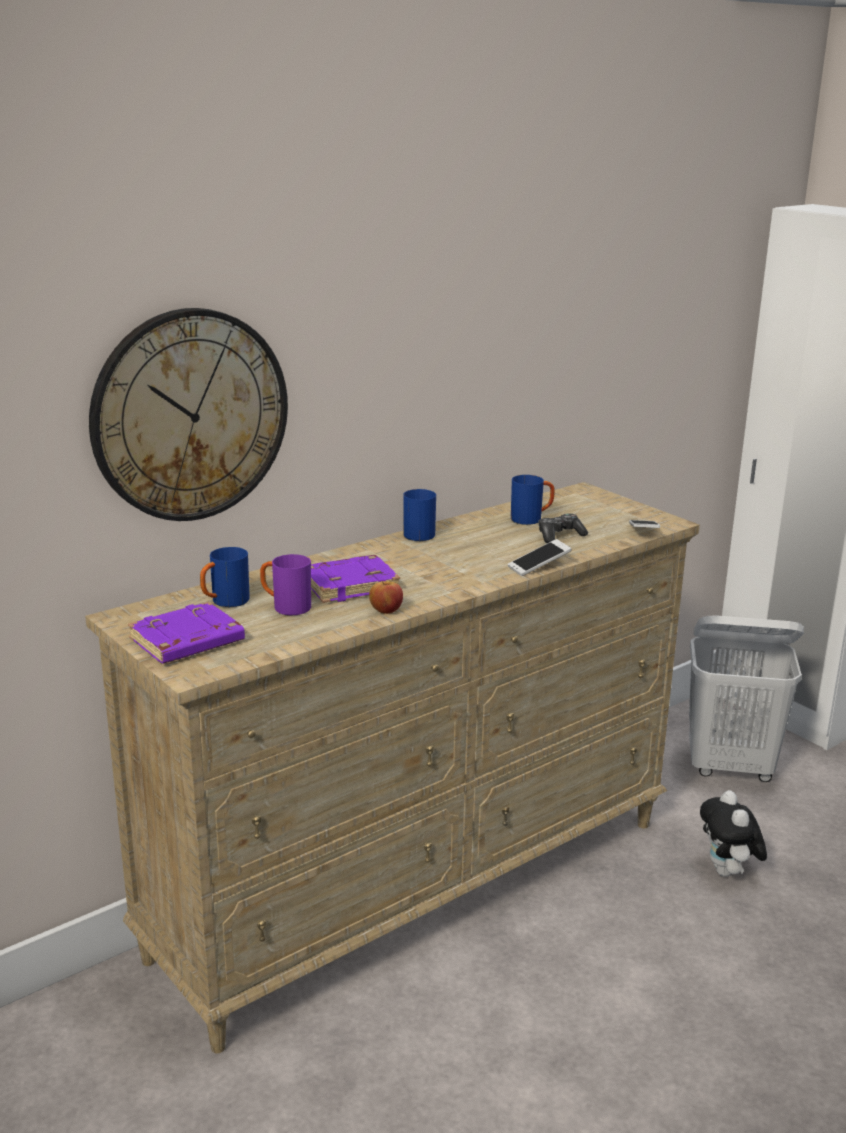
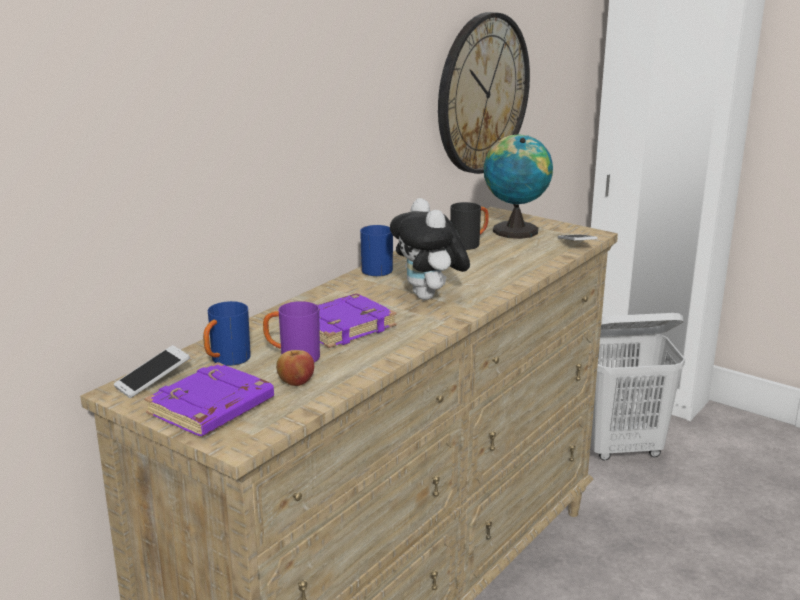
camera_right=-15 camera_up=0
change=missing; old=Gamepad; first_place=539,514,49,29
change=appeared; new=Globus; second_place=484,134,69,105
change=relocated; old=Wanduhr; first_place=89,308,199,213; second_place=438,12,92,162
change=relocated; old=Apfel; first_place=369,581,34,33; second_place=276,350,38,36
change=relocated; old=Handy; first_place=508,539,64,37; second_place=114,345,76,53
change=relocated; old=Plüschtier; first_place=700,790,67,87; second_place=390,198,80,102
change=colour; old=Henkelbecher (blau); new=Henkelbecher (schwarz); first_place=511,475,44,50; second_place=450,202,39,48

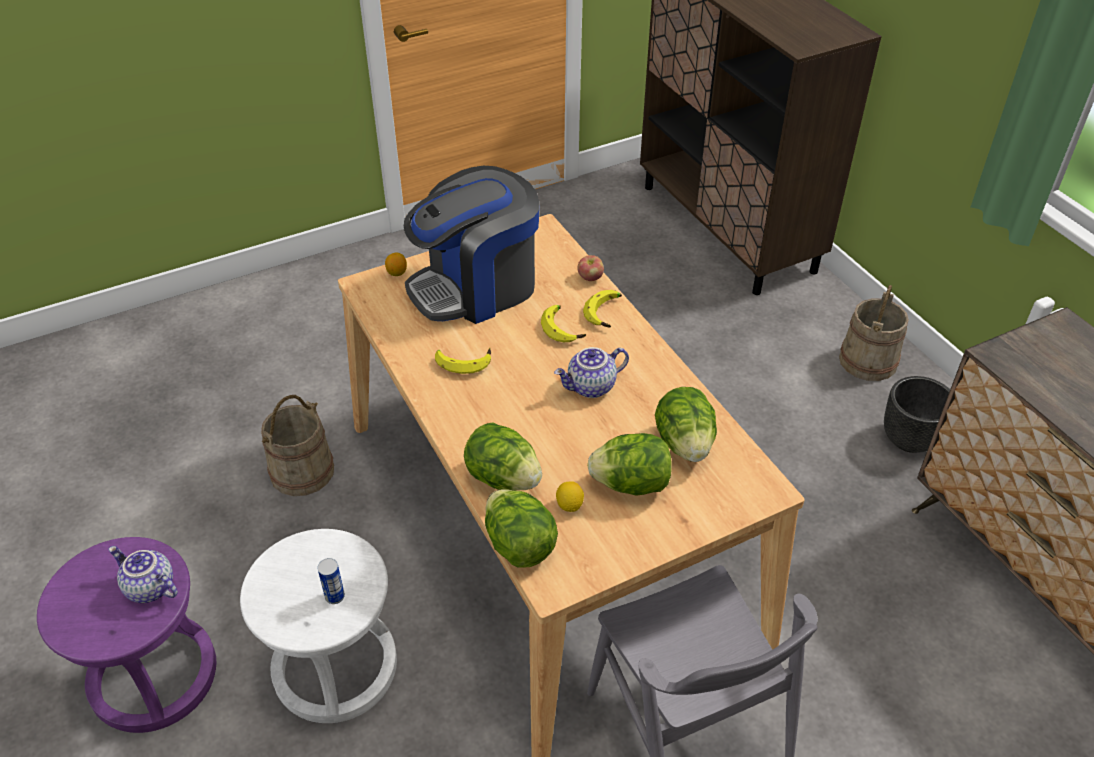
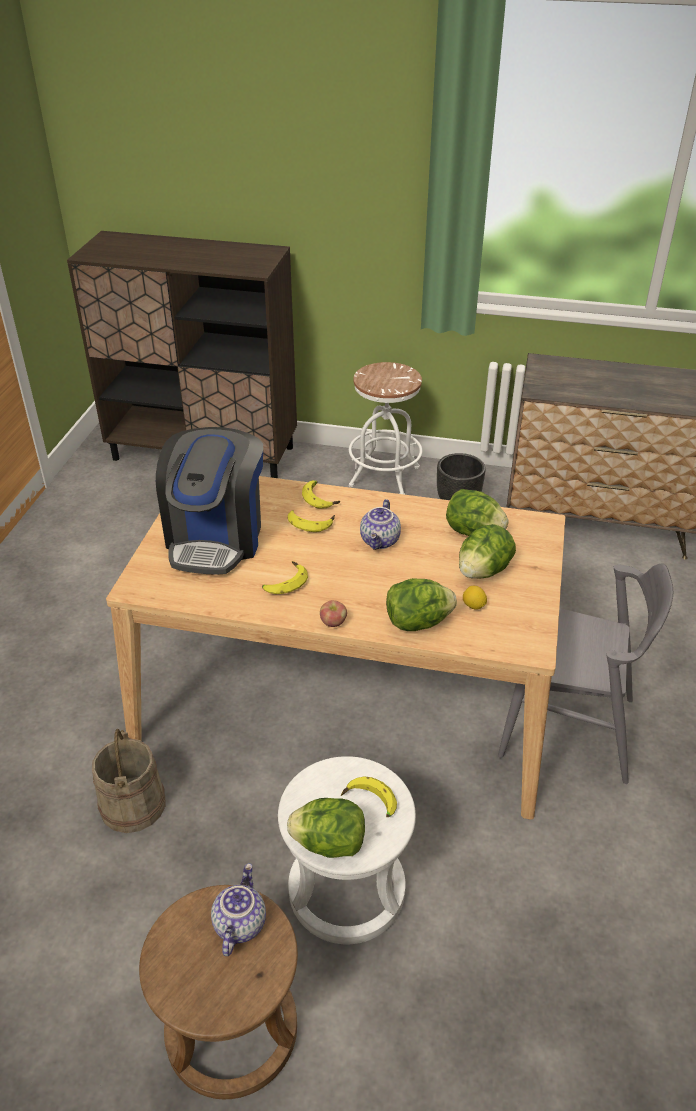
camera_right=-50 camera_up=-5
change=missing; old=Zitrone; first_place=385,253,22,23
change=relocated; old=Salatkopf; first_place=485,489,73,78; second_place=287,798,78,60
change=relocated; old=Apfel; first_place=577,255,27,26; second_place=320,600,27,27
change=exchanged; old=Dose; new=Banane; first_place=317,558,28,46; second_place=341,776,56,41
change=exchanged; old=Eimer (beige); new=Hocker (weiß); first_place=839,285,70,96; second_place=349,362,73,133
change=colour; old=Hocker (lila); new=Hocker (braun); first_place=37,537,179,196; second_place=139,885,159,214
change=spun; old=Teekanne; first_place=108,546,70,57; second_place=211,863,55,93; degrees=120

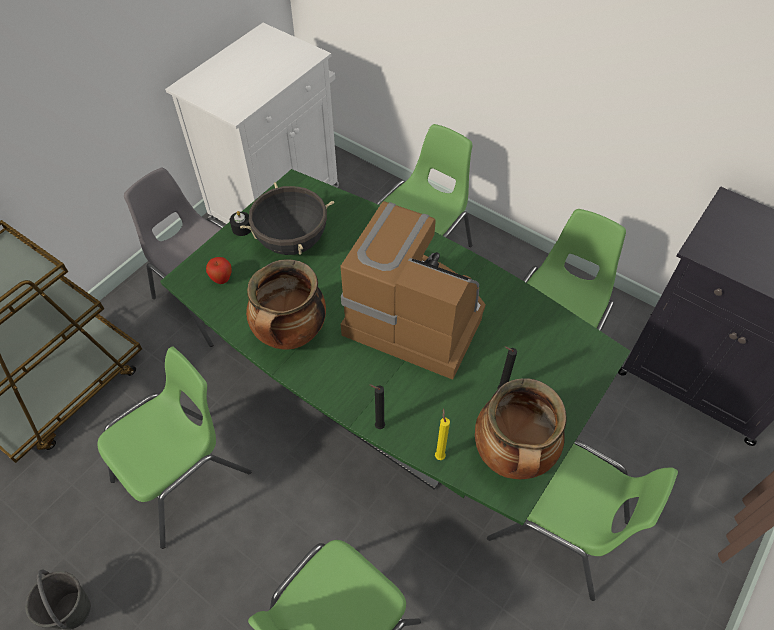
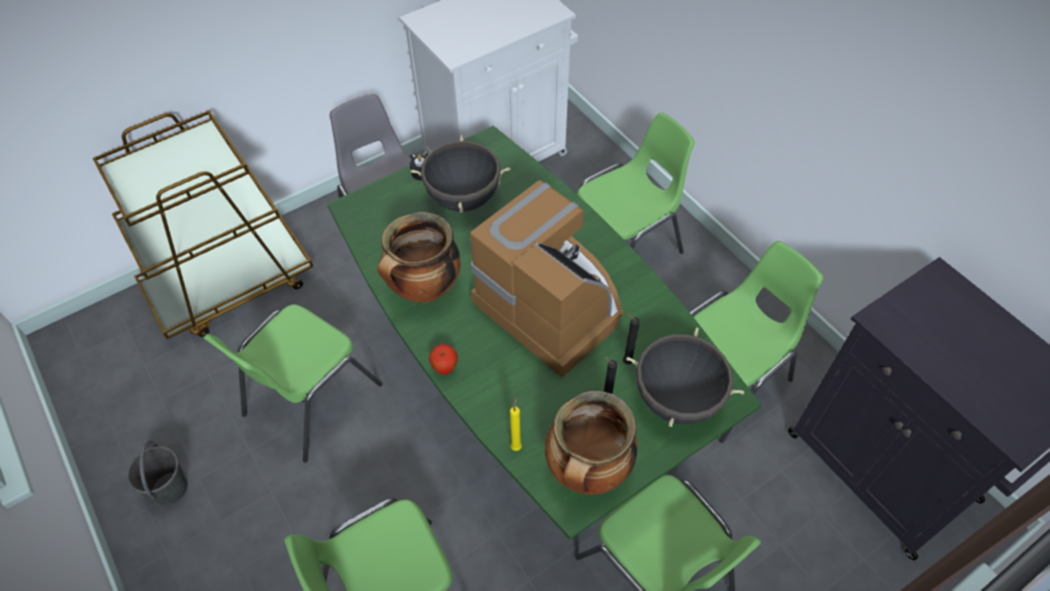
camera_right=20 camera_up=0
change=appeared; new=Kochtopf (schwarz); second_place=627,327,117,100
change=relocated; old=Apfel; first_place=206,257,25,27; second_place=429,344,29,31
change=relocated; old=Kerze (schwarz); first_place=370,384,15,45; second_place=623,313,17,52
change=spun; old=Stuhl (grün); first_place=97,347,154,202; second_place=203,304,180,159; degrees=150

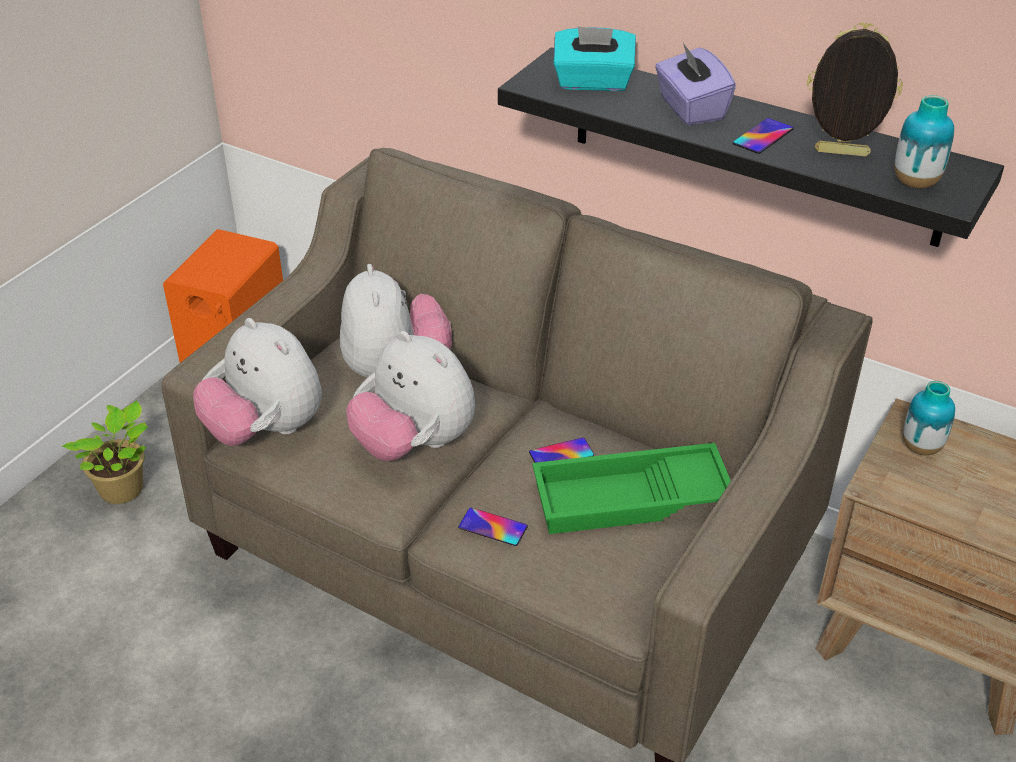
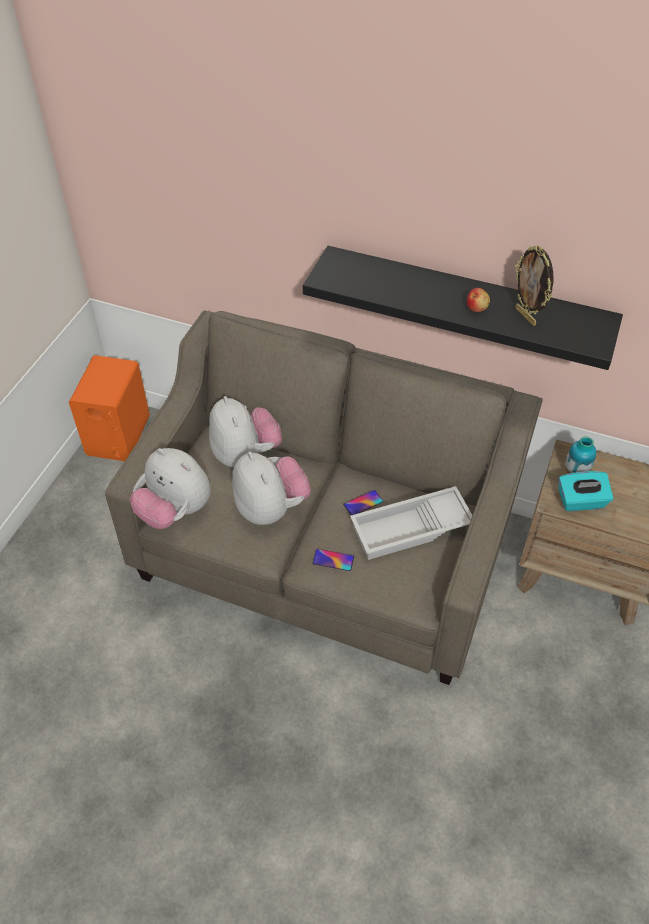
camera_right=-10 camera_up=10
change=missing; old=Topfpflanze; first_place=62,400,86,104
change=missing; old=Taschentuchbox (lila); first_place=655,43,81,82
change=missing; old=Vase; first_place=894,95,60,94
change=relocated; old=Taschentuchbox (türkis); first_place=554,26,82,65; second_place=559,471,54,40
change=exchanged; old=Handy; new=Apfel; first_place=733,118,61,36; second_place=467,288,23,24
change=colour; old=Tablett (grün); new=Tablett (weiß); first_place=532,443,199,91; second_place=350,486,122,74
change=spun; old=Plüschtier; first_place=346,331,129,130; second_place=232,451,79,74; degrees=-150
change=spun; old=Bilderrahmen; first_place=807,22,96,135; second_place=515,245,38,81; degrees=-120

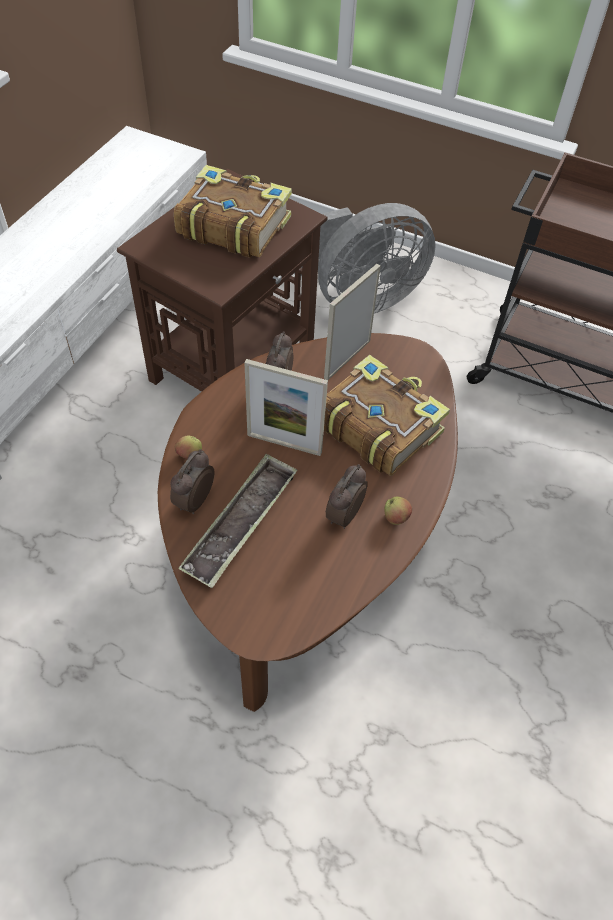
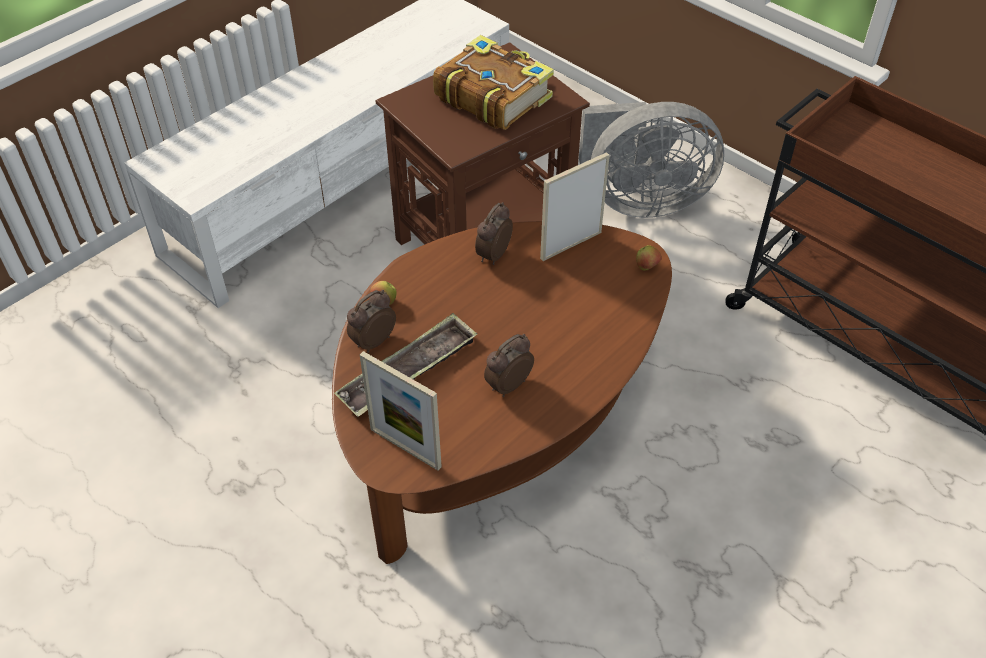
camera_right=20 camera_up=-5
change=missing; old=Buch; first_place=324,355,126,121
change=relocated; old=Bilderrahmen; first_place=244,359,84,97; second_place=360,351,82,119
change=relocated; old=Apfel; first_place=384,497,28,28; second_place=636,245,26,25

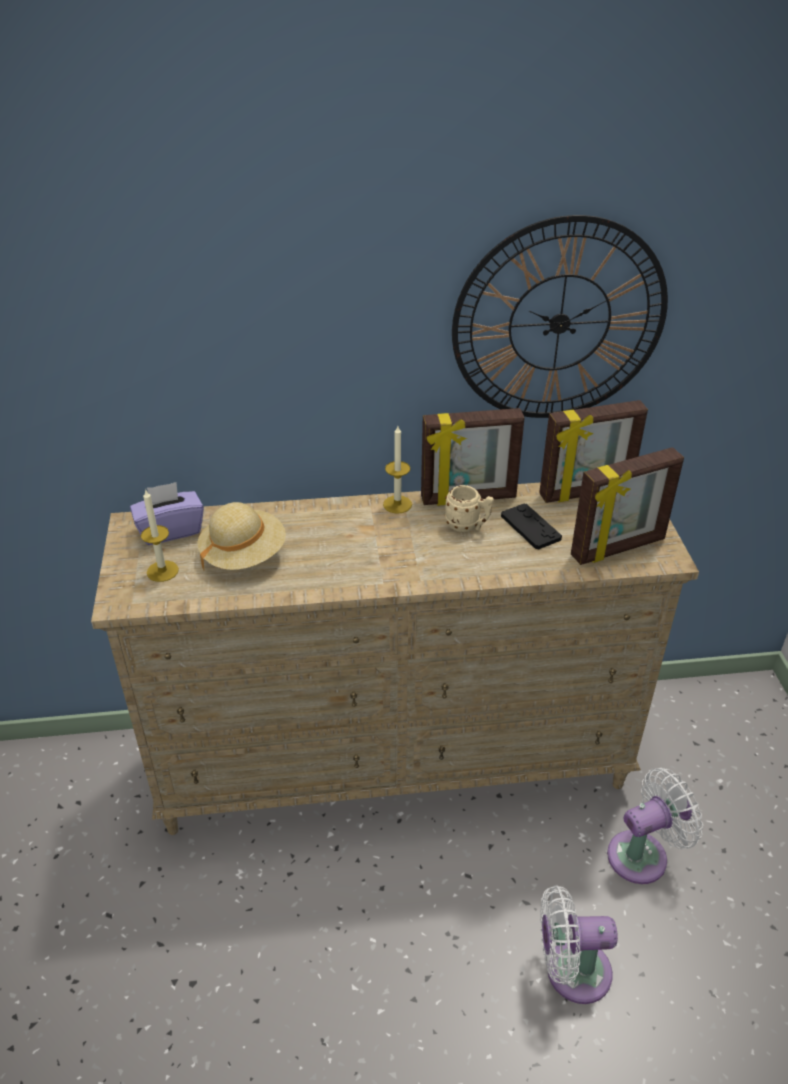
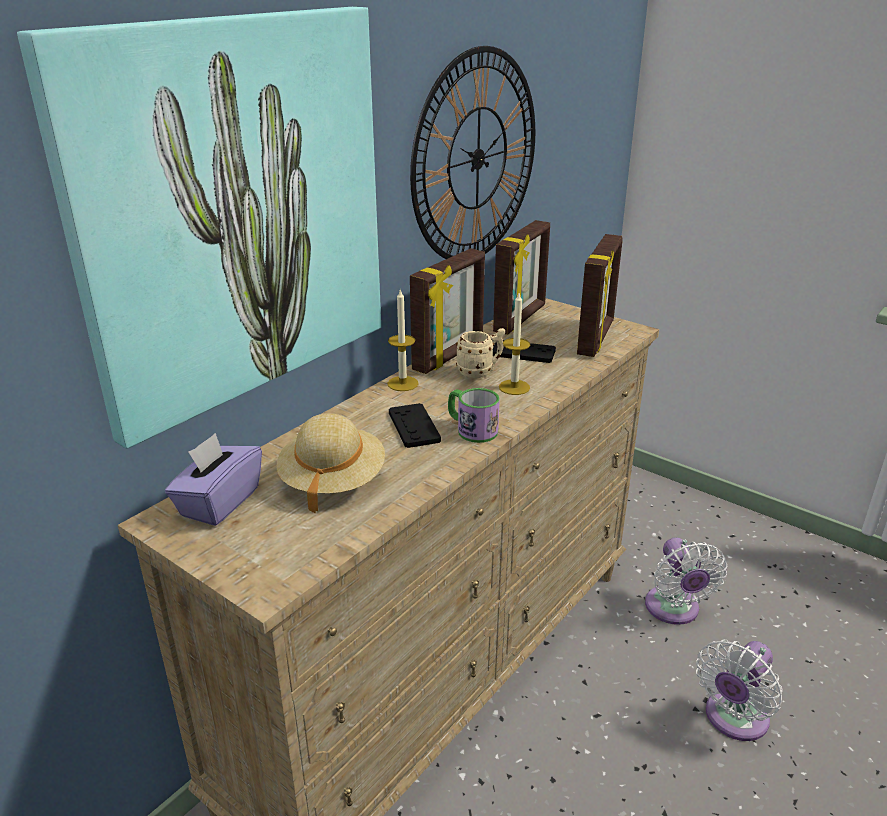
camera_right=-45 camera_up=-10
change=appeared; new=Bild; second_place=17,7,364,442
change=appeared; new=Gamepad (schwarz); second_place=389,403,52,45
change=appeared; new=Henkelbecher; second_place=448,388,52,55
change=relocated; old=Kerze; first_place=141,489,38,93; second_place=499,293,31,102
change=spun; old=Ventilator (weiß); first_place=607,768,96,116; second_place=645,538,82,87; degrees=150

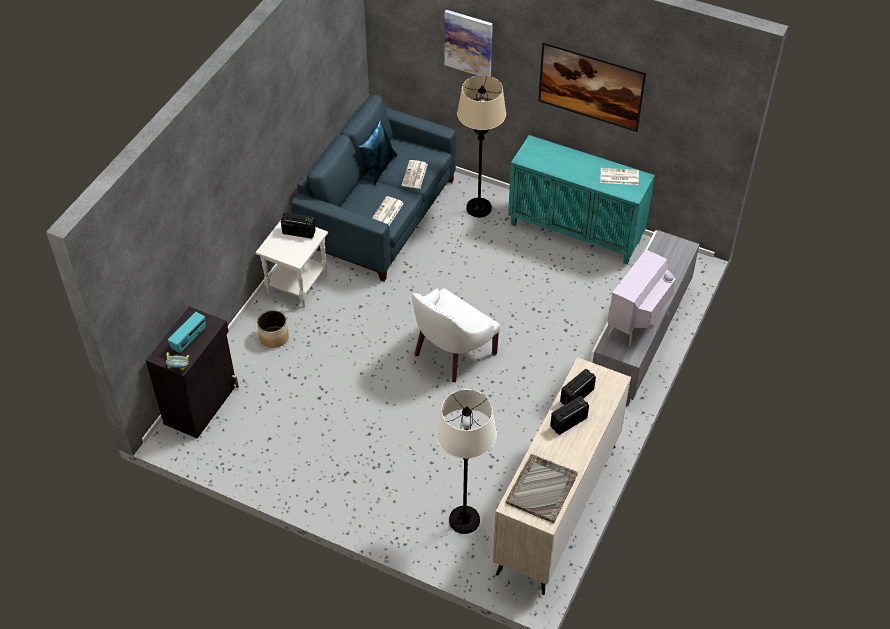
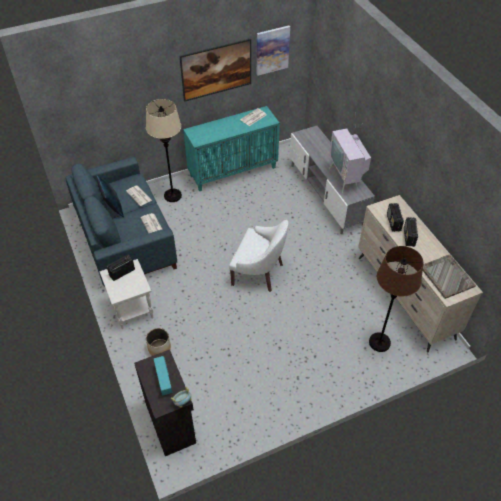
camera_right=-50 camera_up=0
change=relocated; old=Bild; first_place=445,10,48,66; second_place=257,26,33,50
change=colour; old=Stehlampe (weiß); new=Stehlampe (braun); first_place=436,389,61,145; second_place=369,246,54,106
change=spun; old=Sessel (weiß); first_place=412,288,88,94; second_place=229,220,60,72; degrees=-60

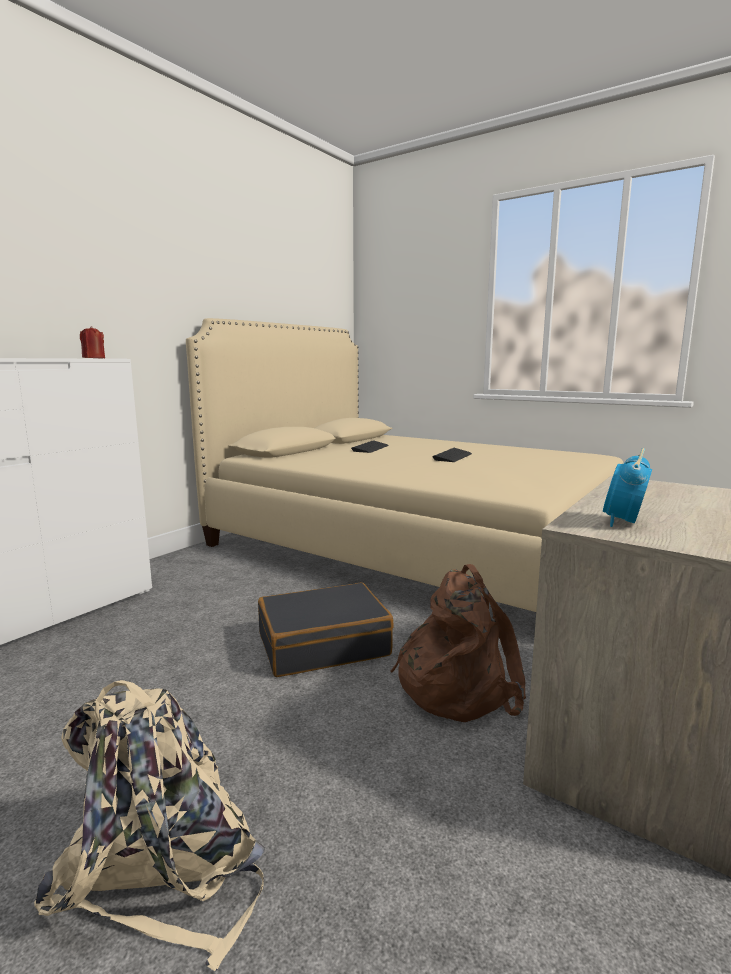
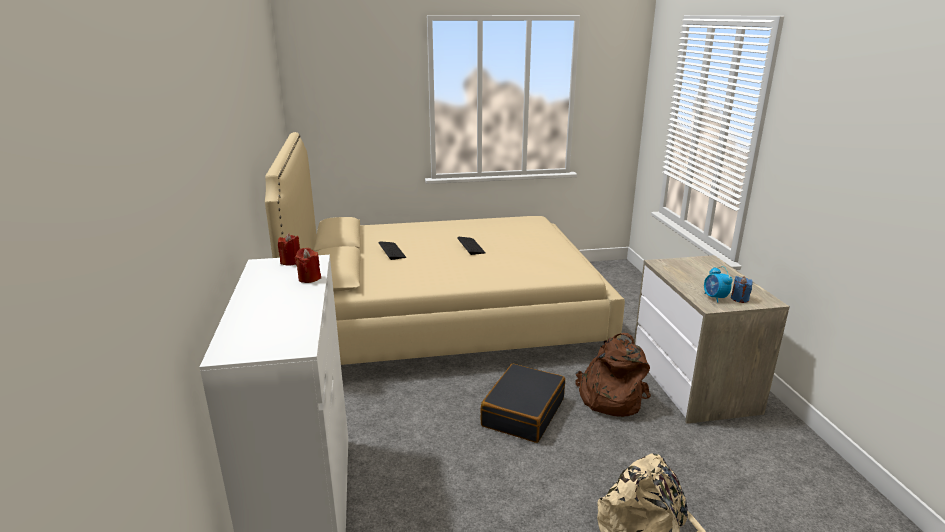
camera_right=-45 camera_up=10
change=appeared; new=Kerze (rot); second_place=294,248,27,35
change=appeared; new=Kerze (blau); second_place=731,276,22,27

